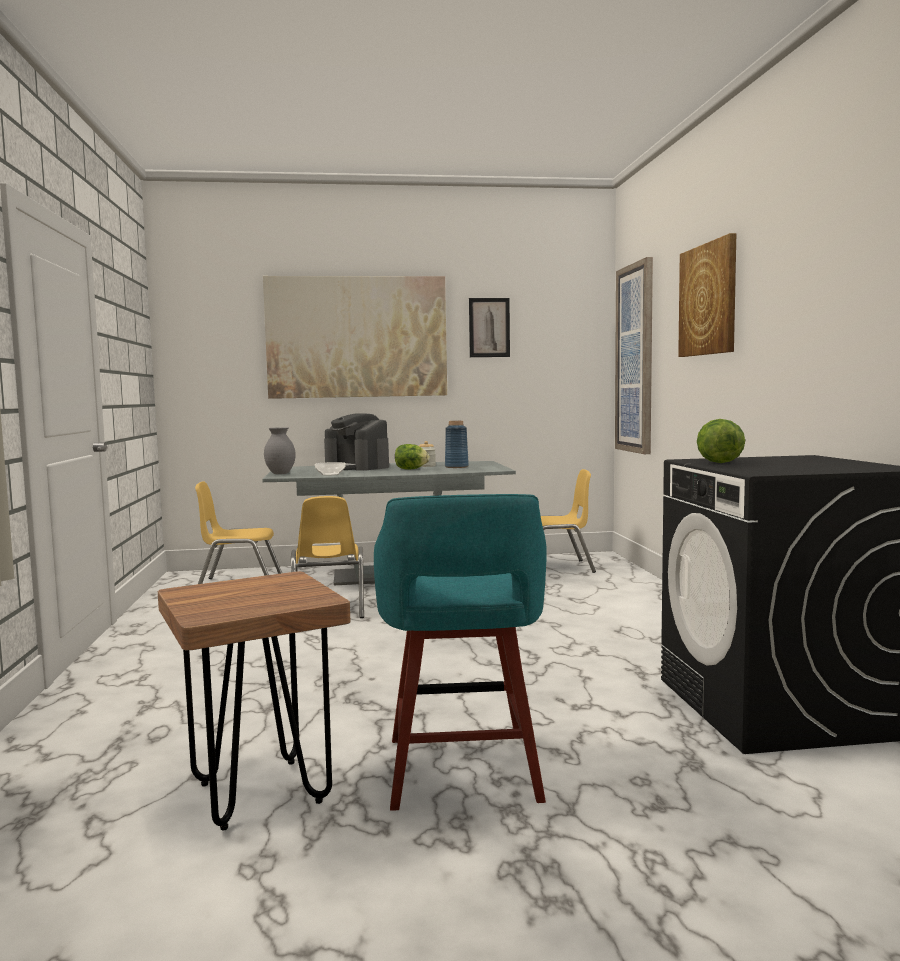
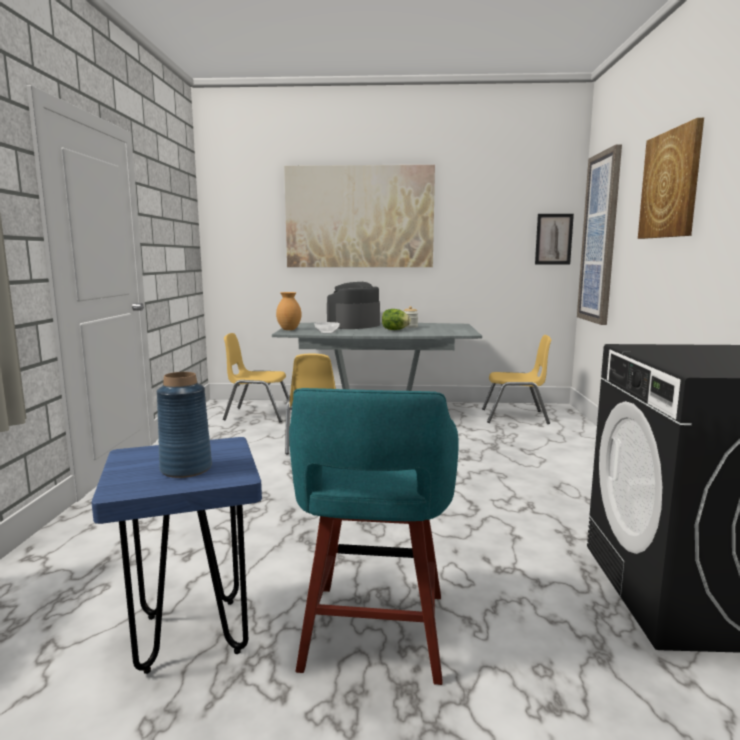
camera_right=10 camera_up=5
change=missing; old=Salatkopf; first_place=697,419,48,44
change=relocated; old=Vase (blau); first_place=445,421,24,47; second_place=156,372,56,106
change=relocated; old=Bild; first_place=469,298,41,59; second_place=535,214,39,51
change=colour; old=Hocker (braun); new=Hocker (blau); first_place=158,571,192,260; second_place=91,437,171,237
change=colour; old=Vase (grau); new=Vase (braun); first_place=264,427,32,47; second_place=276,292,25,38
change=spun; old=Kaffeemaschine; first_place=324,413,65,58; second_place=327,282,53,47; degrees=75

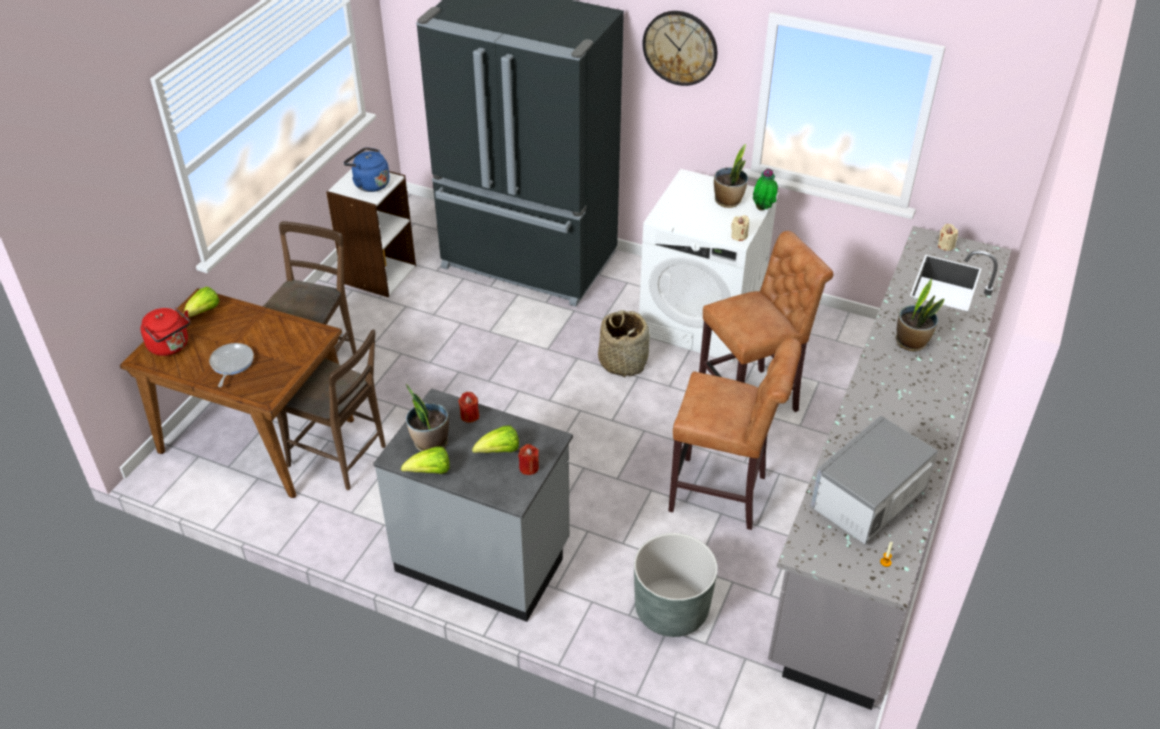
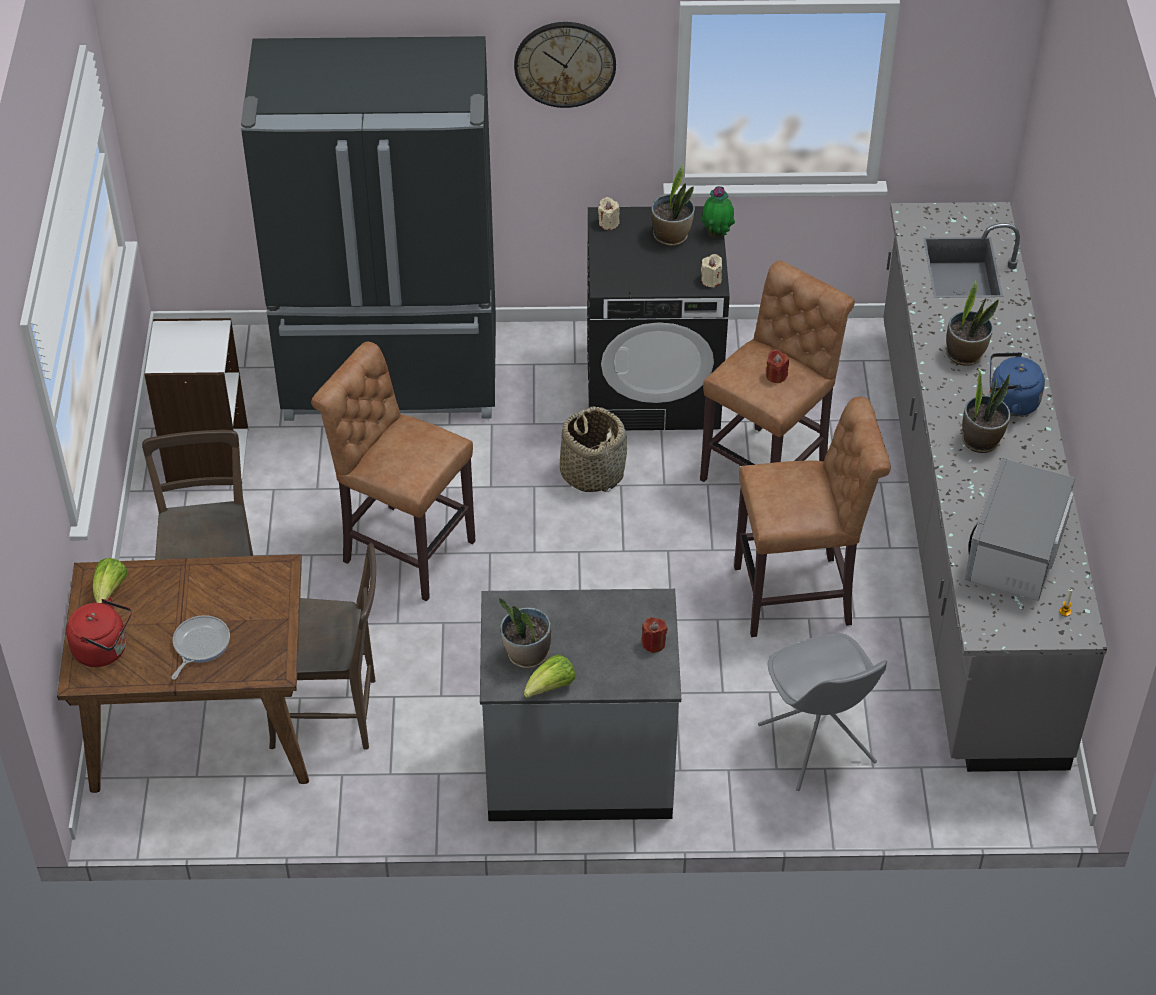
camera_right=-25 camera_up=5
change=missing; old=Salatkopf; first_place=472,425,47,28
change=appeared; new=Hocker (braun); second_place=311,342,165,259
change=appeared; new=Topfpflanze; second_place=962,368,48,85
change=relocated; old=Wasserkessel (blau); first_place=343,147,47,45; second_place=990,352,55,64
change=relocated; old=Kerze (rot); first_place=458,392,21,31; second_place=766,349,23,34
change=relocated; old=Kerze (beige); first_place=938,224,20,27; second_place=598,197,22,33
change=exchanged; old=Pflanzkübel (grau); new=Stuhl (grau); first_place=634,533,84,104; second_place=758,633,130,158
change=colour; old=Waschmaschine (weiß); new=Waschmaschine (schwarz); first_place=639,169,140,193; second_place=587,206,143,224
change=spun; old=Pfanne; first_place=209,343,45,44; second_place=171,615,59,65; degrees=45

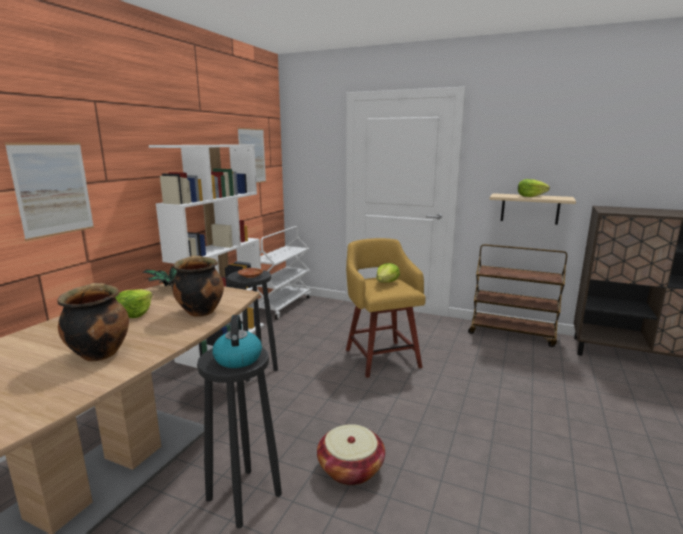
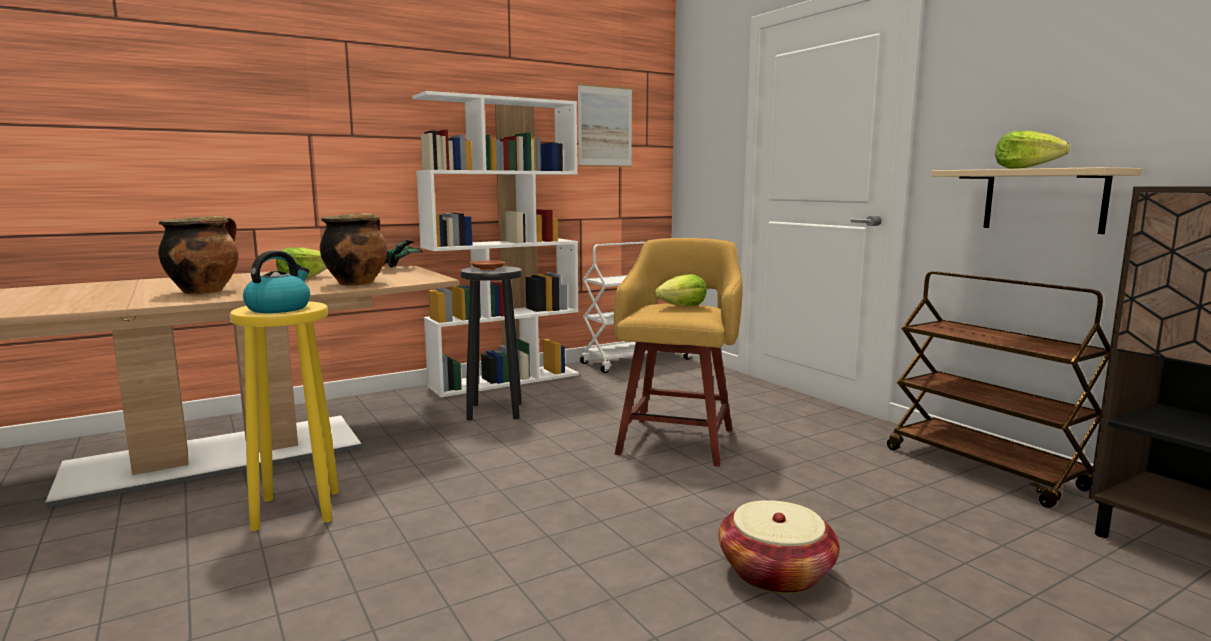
camera_right=35 camera_up=-5
change=missing; old=Bild; first_place=5,143,89,98
change=relocated; old=Korb; first_place=317,424,68,61; second_place=719,500,121,94
change=colour; old=Hocker (schwarz); new=Hocker (gelb); first_place=197,347,85,181; second_place=230,301,109,230

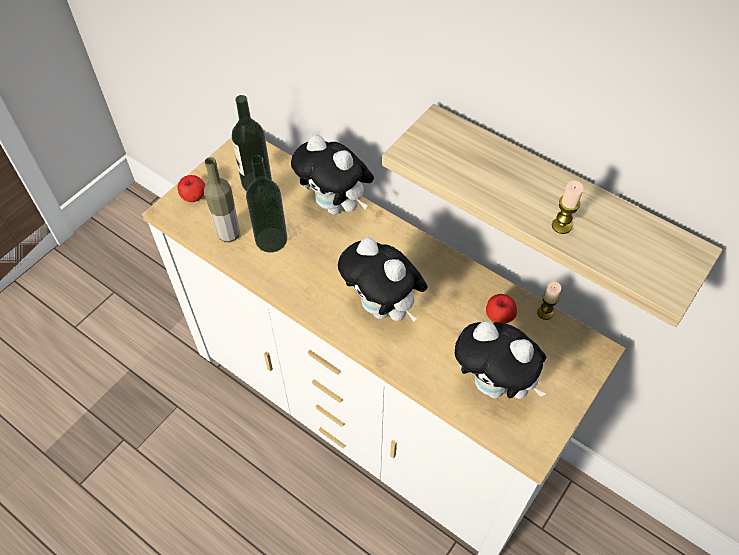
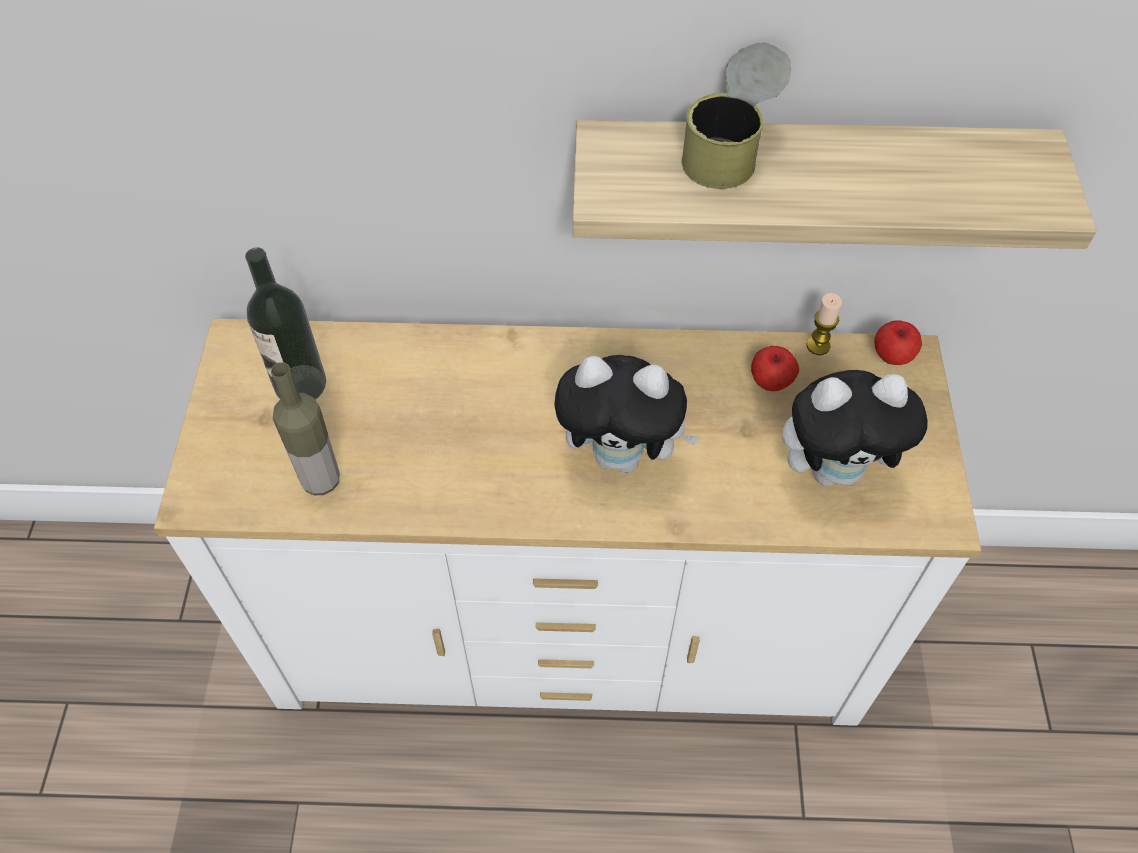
camera_right=-35 camera_up=0
change=missing; old=Flasche; first_place=246,155,41,98
change=missing; old=Plüschtier; first_place=291,135,83,80
change=missing; old=Kerze; first_place=552,181,32,53
change=appeared; new=Dose; second_place=681,43,110,146
change=relocated; old=Apfel; first_place=177,175,28,27; second_place=874,320,48,45

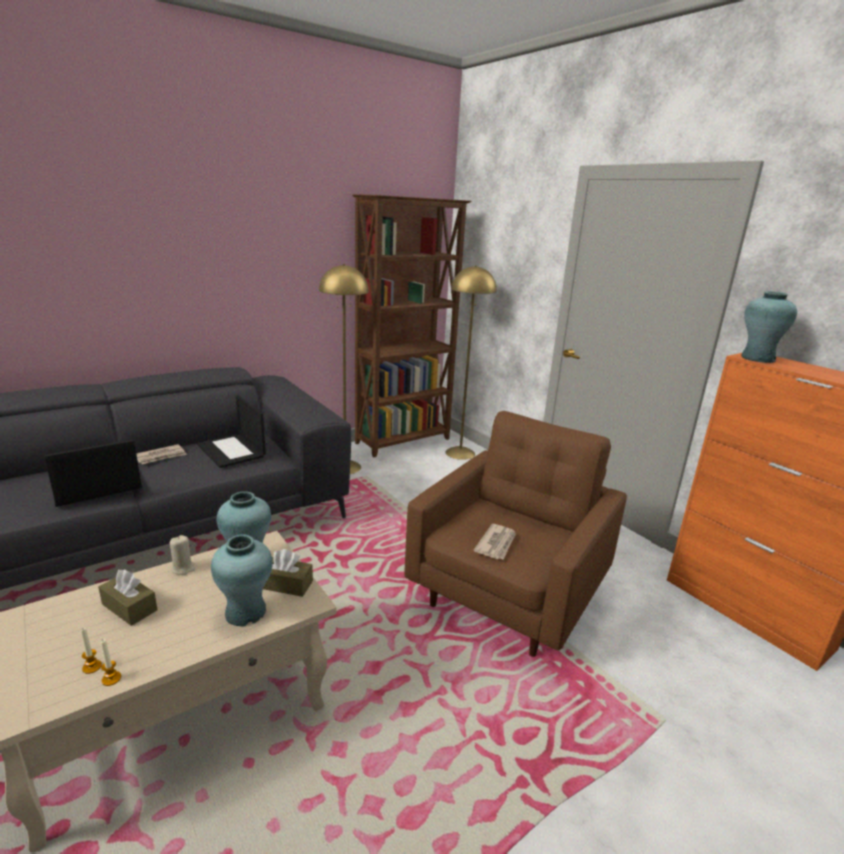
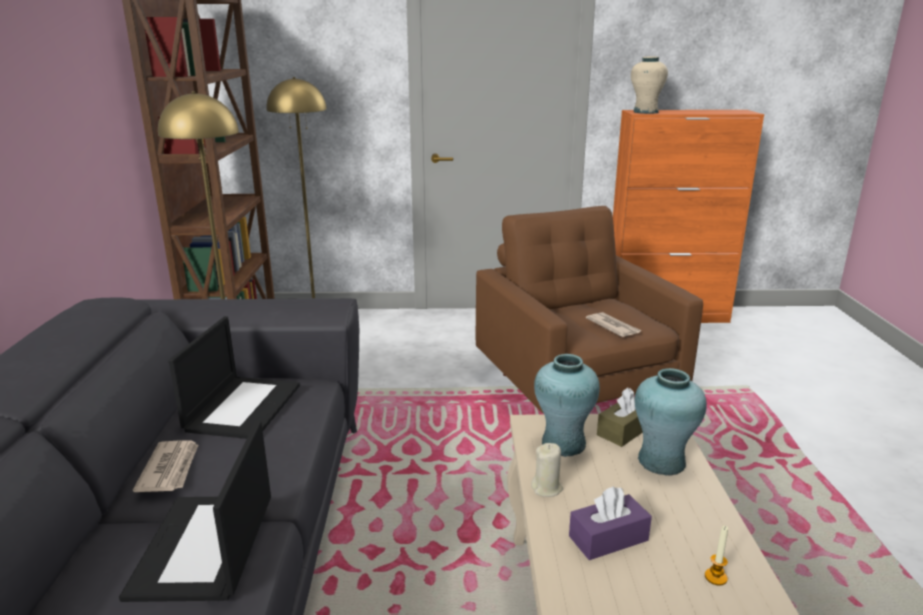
camera_right=-55 camera_up=0
change=missing; old=Kerze; first_place=100,639,21,47
change=colour; old=Taschentuchbox (braun); new=Taschentuchbox (lila); first_place=98,569,60,57; second_place=569,486,83,74
change=colour; old=Vase (türkis); new=Vase (beige); first_place=741,291,56,72; second_place=631,57,37,57
change=spun; old=Laptop; first_place=197,395,69,73; second_place=169,316,131,123; degrees=-75

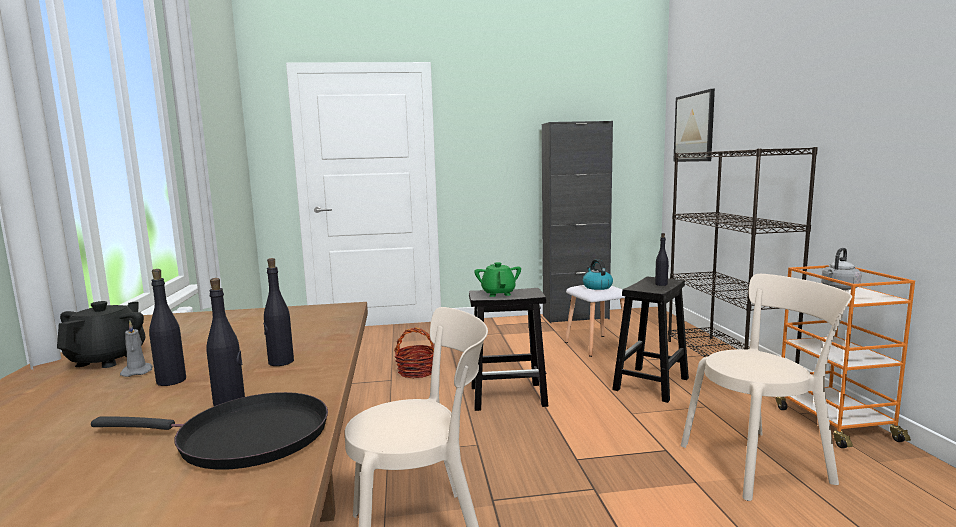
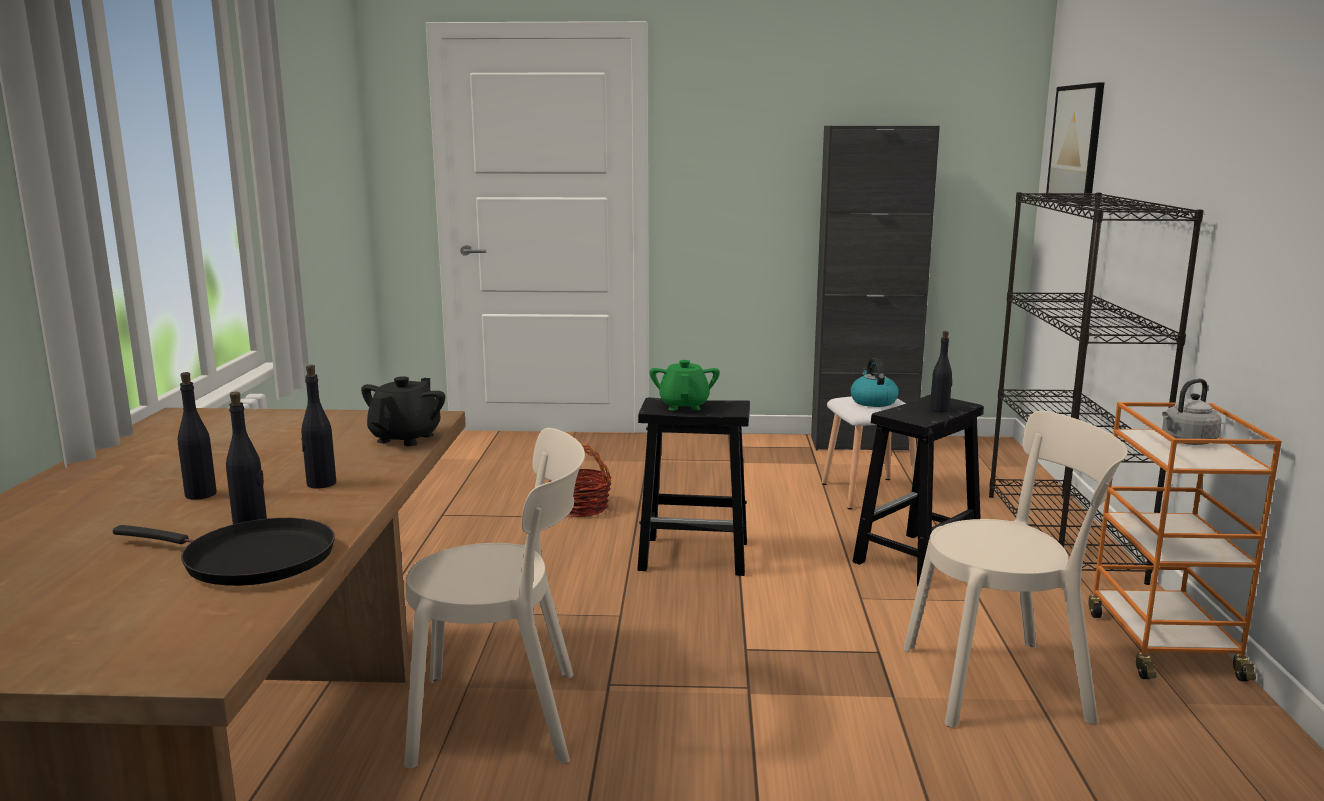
camera_right=10 camera_up=5
change=missing; old=Kerze (grau); first_place=120,321,33,56
change=relocated; old=Teekanne (schwarz); first_place=57,301,89,67; second_place=361,376,84,70

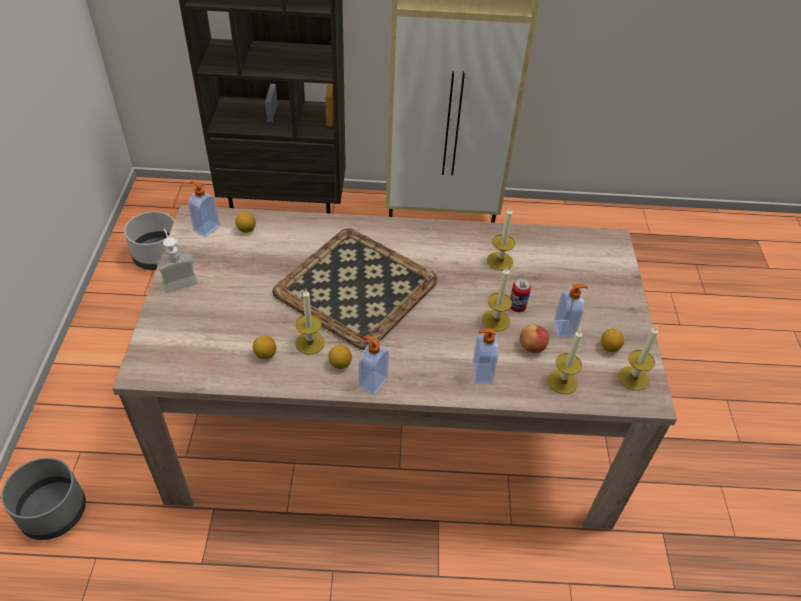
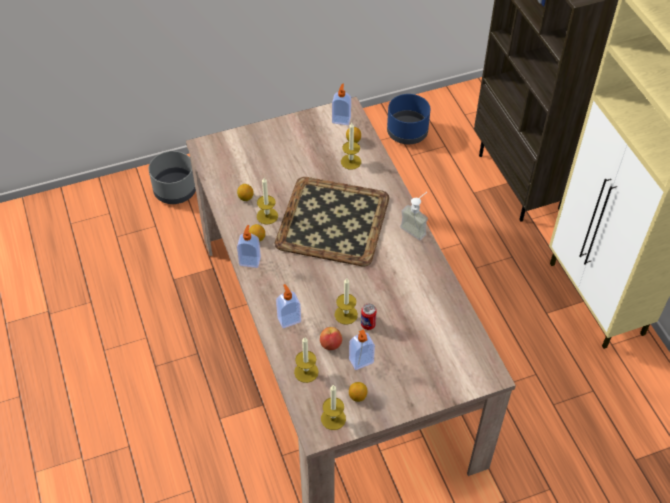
camera_right=70 camera_up=5
change=relocated; old=Seifenspender; first_place=156,229,42,64; second_place=400,192,28,48
change=relocated; old=Kerze; first_place=487,207,28,63; second_place=341,123,20,47
change=colour; old=Pflanzkübel (grau); new=Pflanzkübel (blau); first_place=124,211,50,59; second_place=387,94,43,50

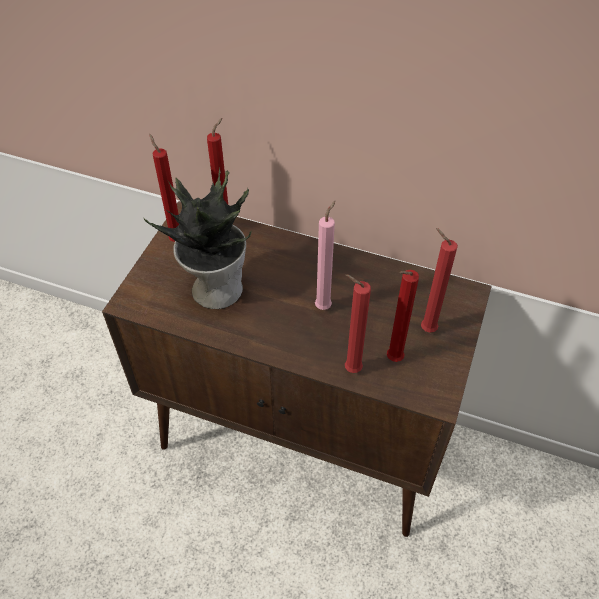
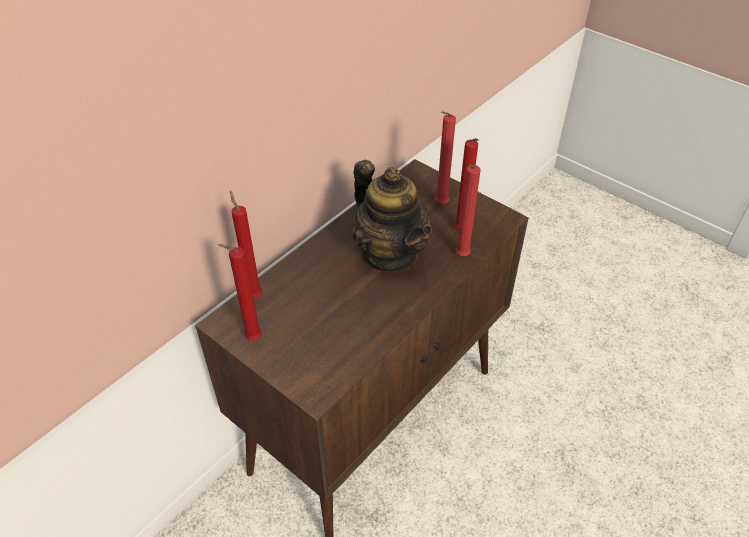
camera_right=-70 camera_up=-5
change=missing; old=Topfpflanze; first_place=143,167,109,142
change=exchanged; old=Kerze (rosa); new=Teekanne; first_place=315,201,21,109; second_place=352,160,80,112

